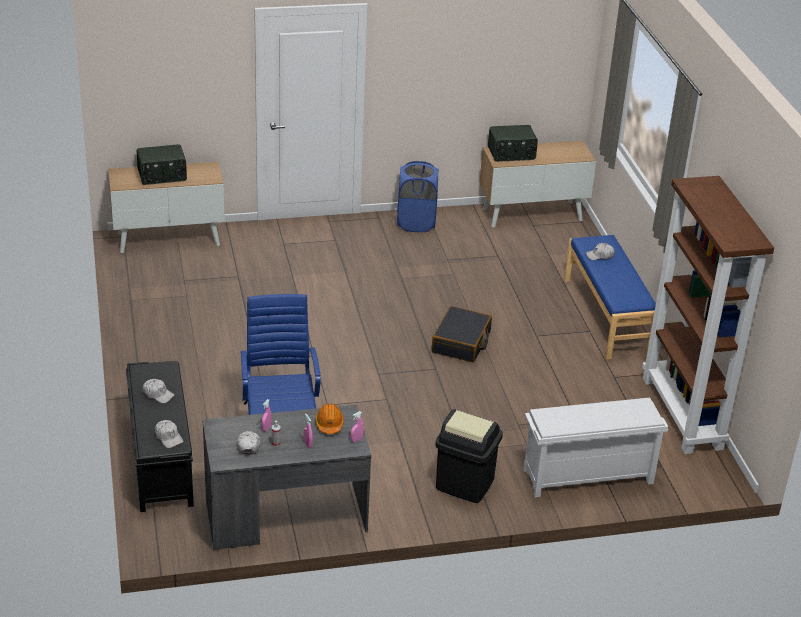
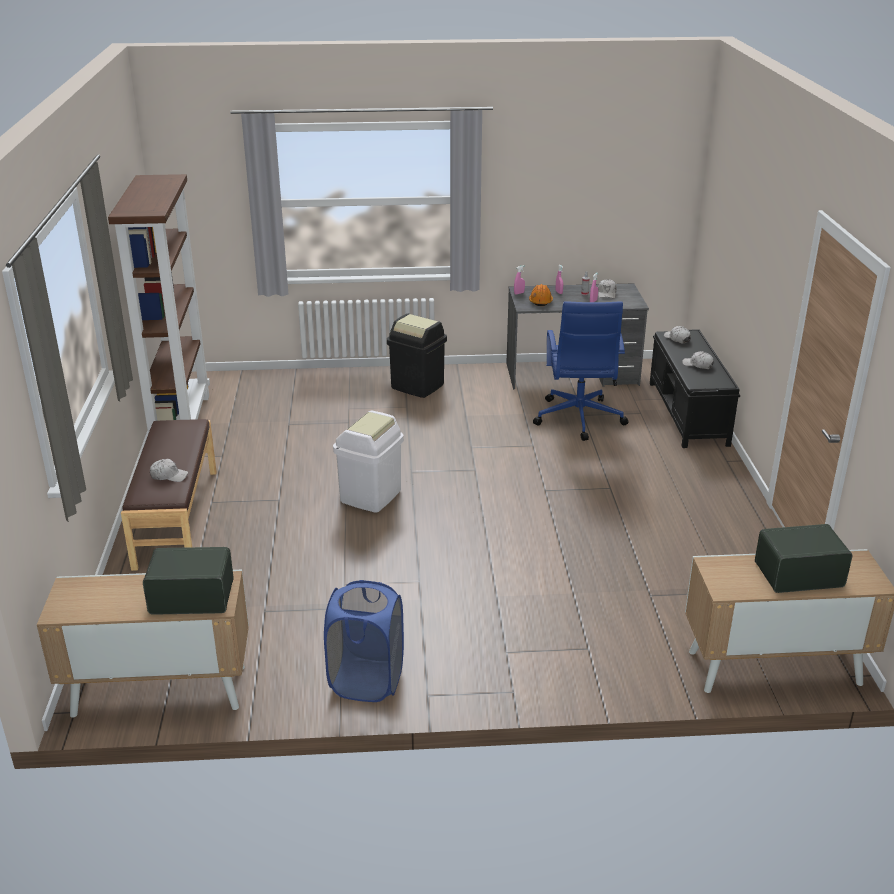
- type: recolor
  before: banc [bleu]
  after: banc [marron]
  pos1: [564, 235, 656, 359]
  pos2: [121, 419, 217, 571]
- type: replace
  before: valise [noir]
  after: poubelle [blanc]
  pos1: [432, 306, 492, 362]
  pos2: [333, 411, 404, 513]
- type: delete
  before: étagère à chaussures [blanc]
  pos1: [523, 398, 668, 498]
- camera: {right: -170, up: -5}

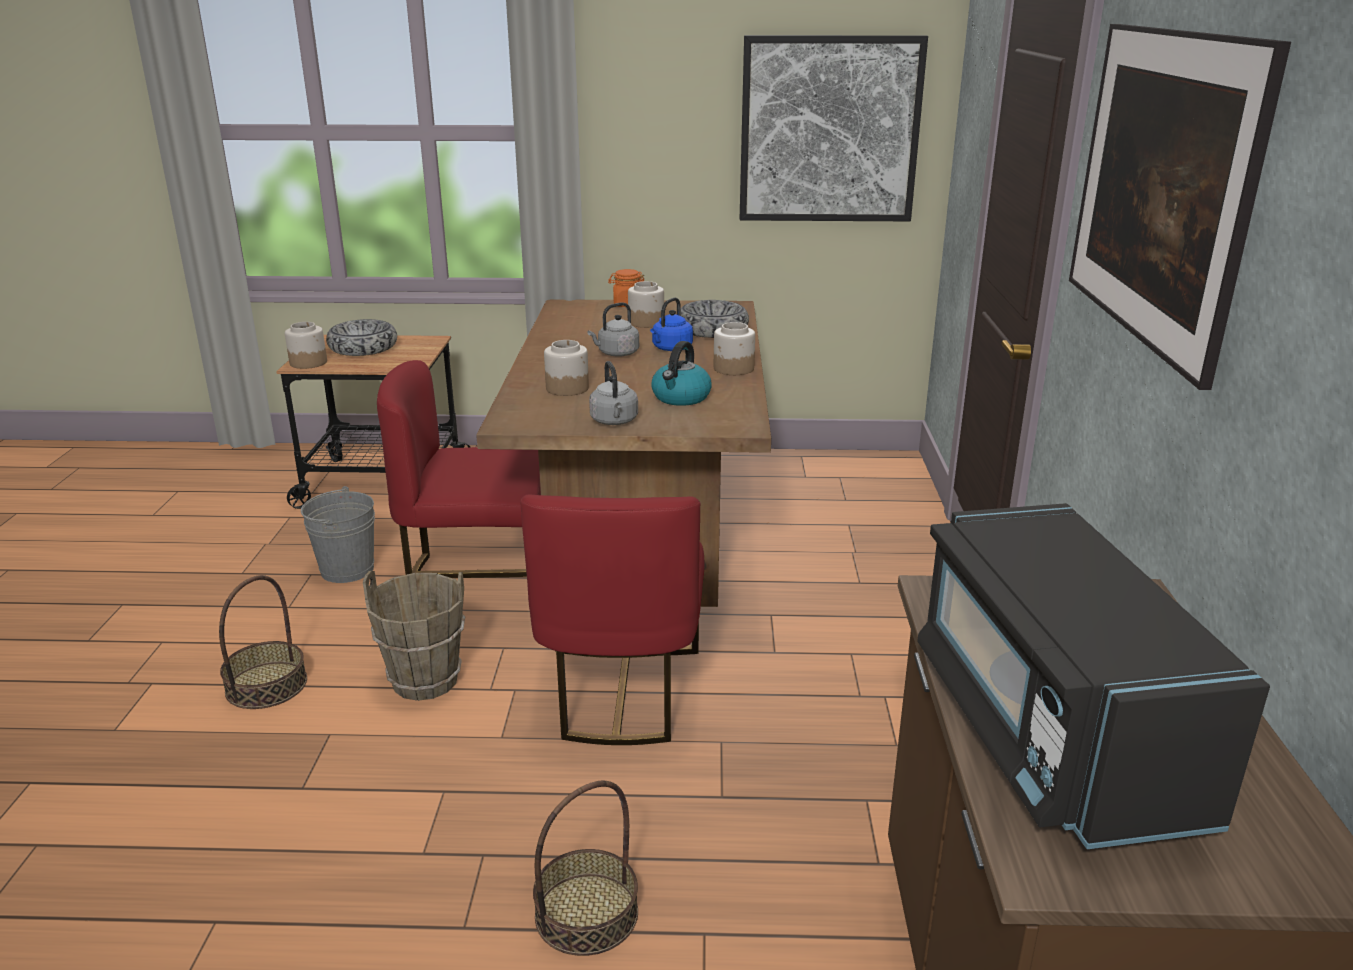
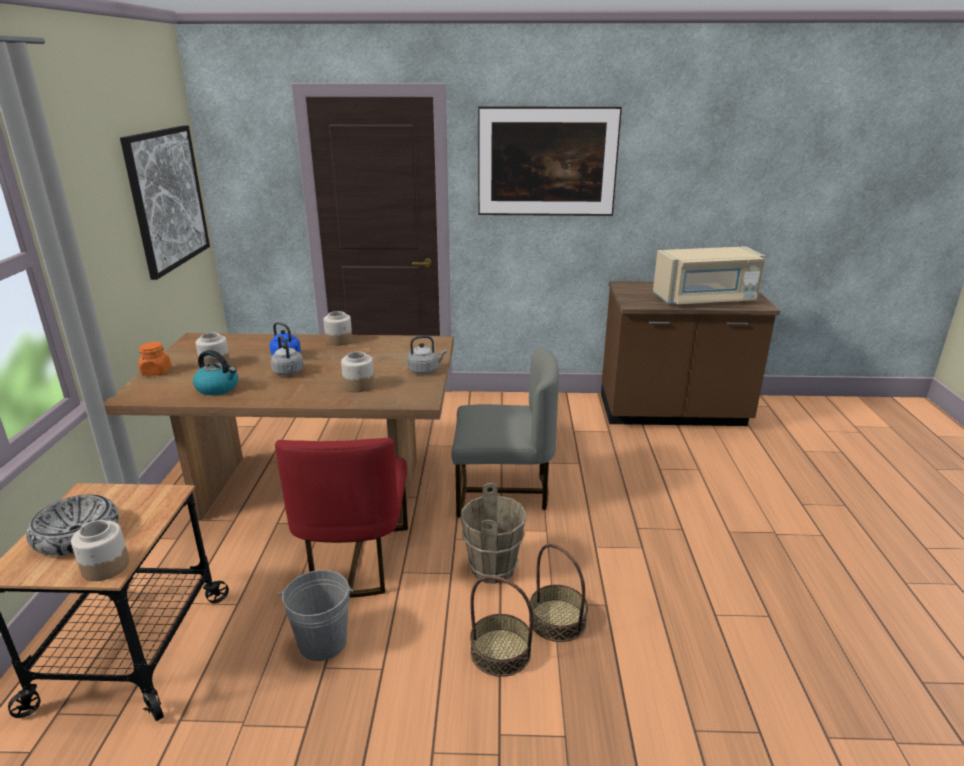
- type: delete
  before: bol
  pos1: [680, 300, 749, 338]
- type: move
  before: bouilloire
  pos1: [651, 341, 712, 406]
  pos2: [193, 350, 238, 395]
- type: recolor
  before: chaise [rouge]
  after: chaise [gris]
  pos1: [520, 494, 705, 745]
  pos2: [451, 348, 559, 517]
- type: recolor
  before: micro-ondes [noir]
  after: micro-ondes [beige]
  pos1: [917, 503, 1270, 849]
  pos2: [653, 246, 765, 305]
- type: move
  before: panier
  pos1: [533, 781, 638, 956]
  pos2: [529, 544, 588, 642]
- camera: {right: -90, up: 0}

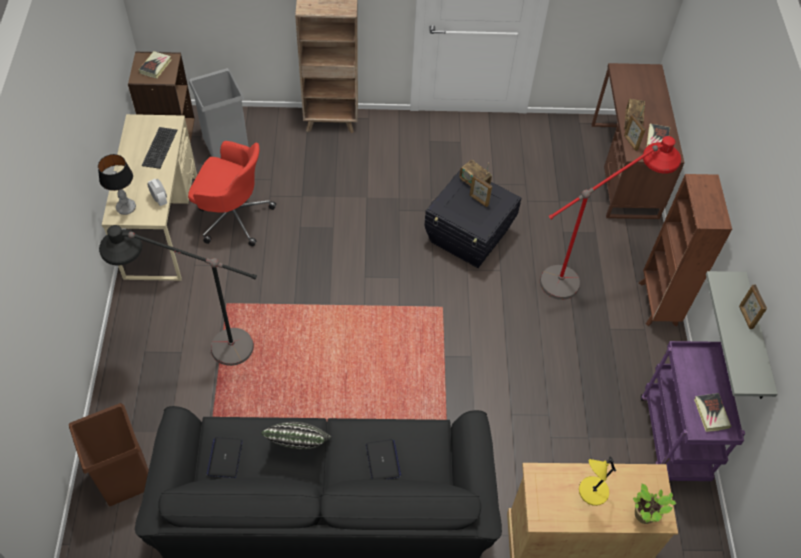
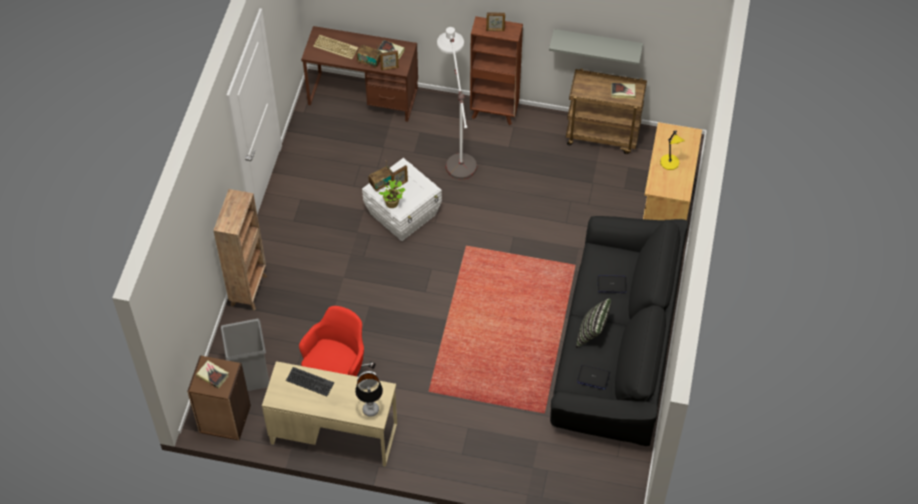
- type: recolor
  before: lampadaire [rouge]
  after: lampadaire [blanc]
  pos1: [540, 136, 681, 300]
  pos2: [437, 27, 477, 179]
- type: recolor
  before: boîte de rangement [noir]
  after: boîte de rangement [blanc]
  pos1: [424, 171, 521, 268]
  pos2: [362, 158, 442, 241]
- type: delete
  before: lampadaire [noir]
  pos1: [99, 225, 257, 366]
- type: move
  before: cadre photo
  pos1: [739, 284, 767, 329]
  pos2: [486, 12, 505, 31]
- type: recolor
  before: chariot [violet]
  after: chariot [marron]
  pos1: [641, 341, 745, 481]
  pos2: [566, 69, 647, 154]
- type: delete
  before: poubelle [marron]
  pos1: [69, 403, 149, 506]
- type: move
  before: plante en pot
  pos1: [633, 484, 676, 524]
  pos2: [378, 180, 405, 208]
- type: insert
  after: clavier
  pos2: [313, 35, 358, 59]
- camera: {right: -75, up: 0}

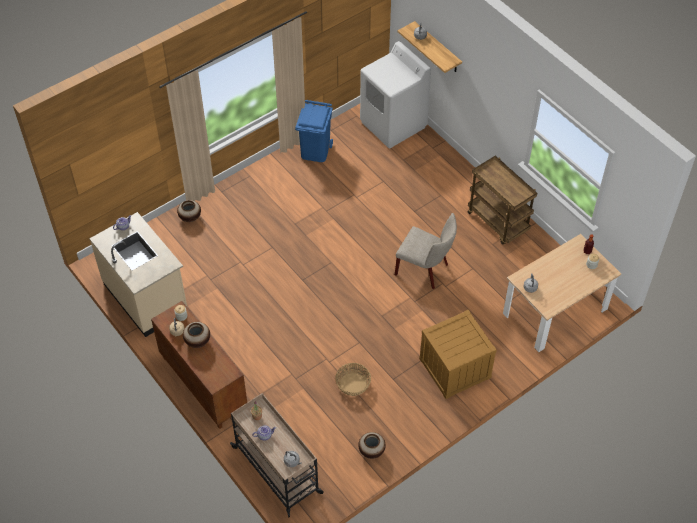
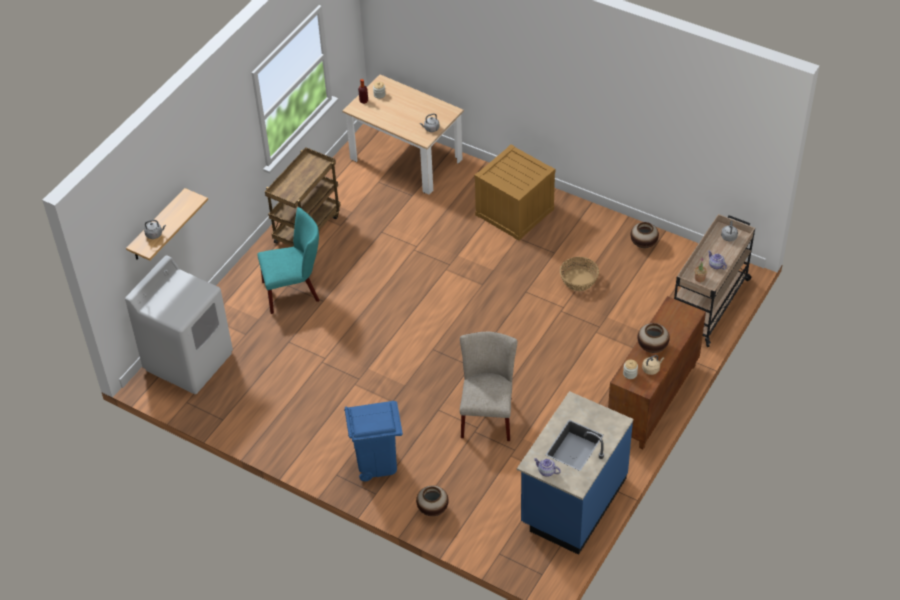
- type: move
  before: poubelle [bleu]
  pos1: [295, 100, 333, 162]
  pos2: [344, 401, 403, 481]
- type: recolor
  before: comptoir de cuisine [beige]
  after: comptoir de cuisine [bleu]
  pos1: [89, 212, 187, 337]
  pos2: [517, 391, 633, 555]
- type: move
  before: chaise [beige]
  pos1: [395, 213, 457, 289]
  pos2: [460, 332, 517, 441]
- type: insert
  after: chaise [turquoise]
  pos2: [257, 207, 319, 314]
- camera: {right: -110, up: -5}

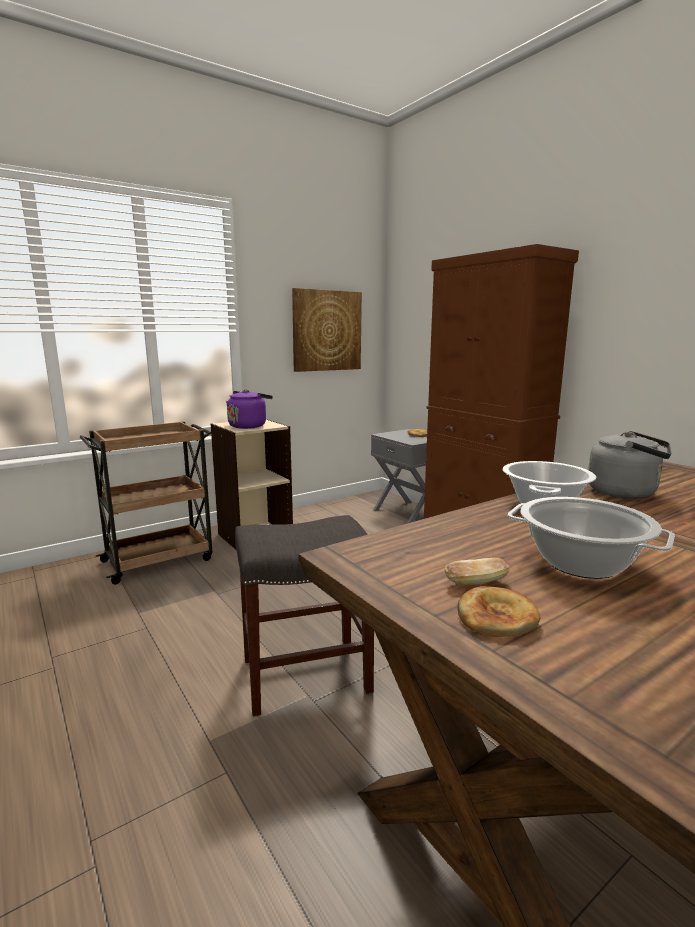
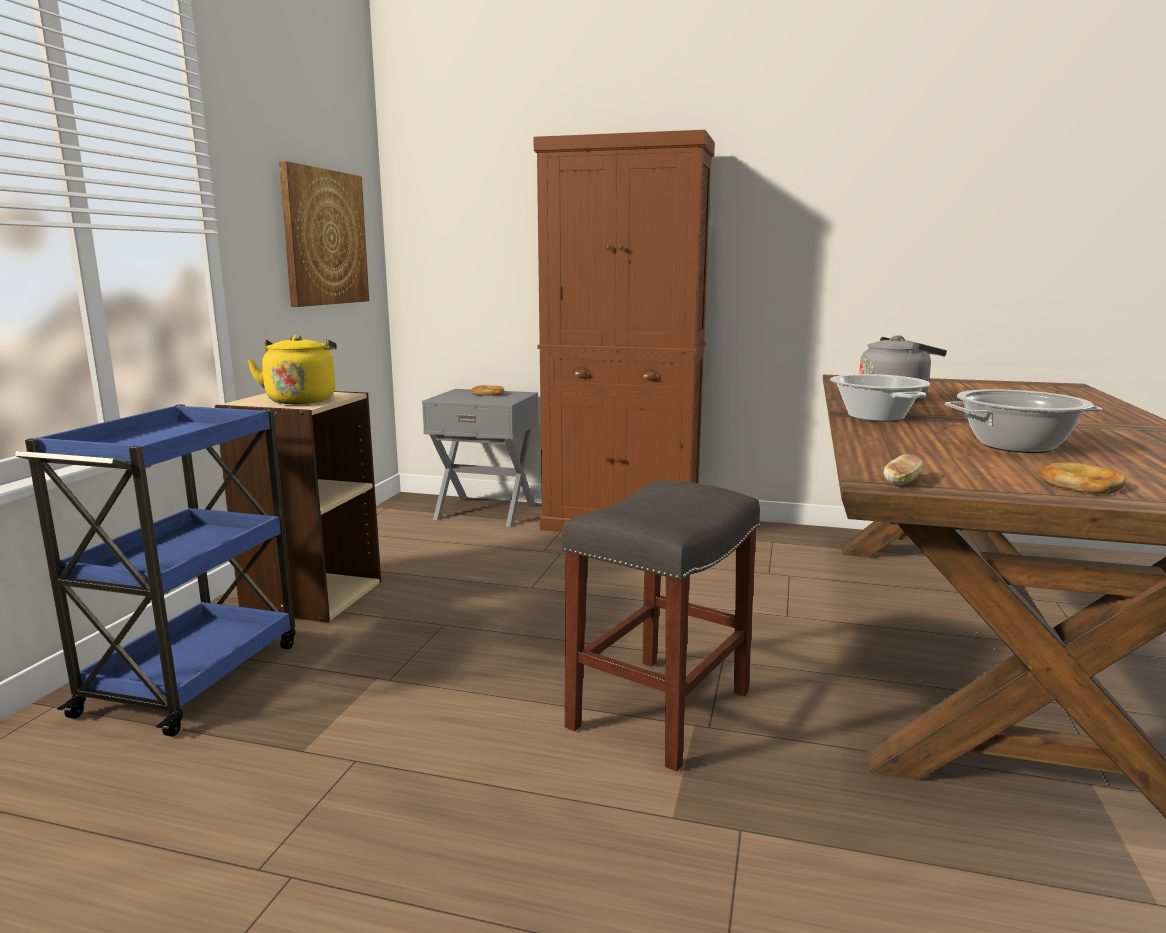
- type: recolor
  before: bouilloire [violet]
  after: bouilloire [jaune]
  pos1: [226, 389, 273, 429]
  pos2: [247, 335, 337, 404]
- type: recolor
  before: chariot [marron]
  after: chariot [bleu]
  pos1: [80, 421, 213, 584]
  pos2: [15, 404, 296, 737]
- type: move
  before: pain
  pos1: [445, 557, 509, 585]
  pos2: [884, 454, 924, 485]
- camera: {right: -40, up: 0}

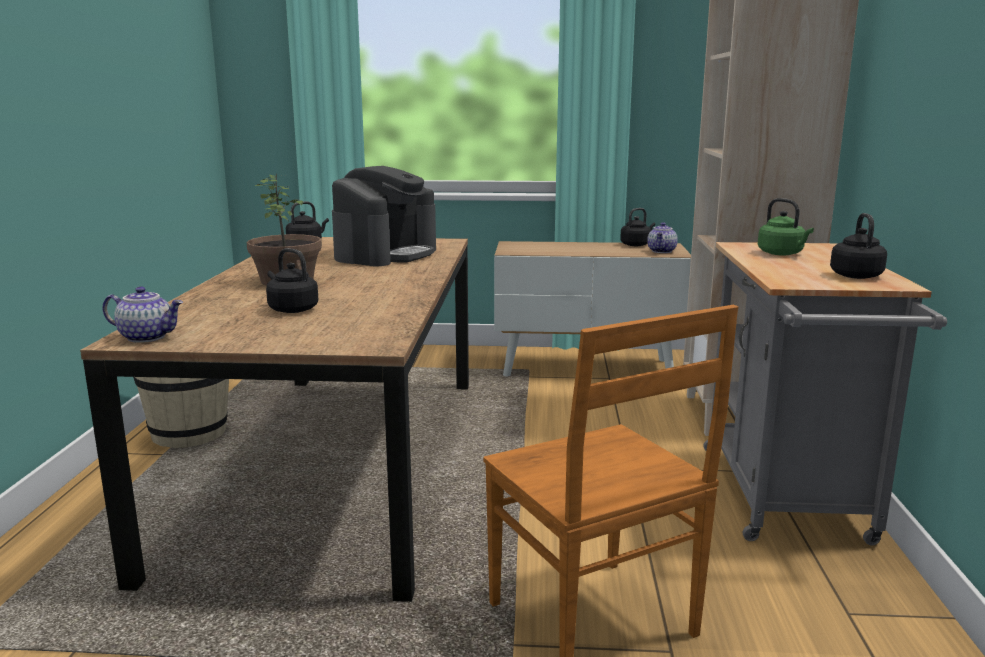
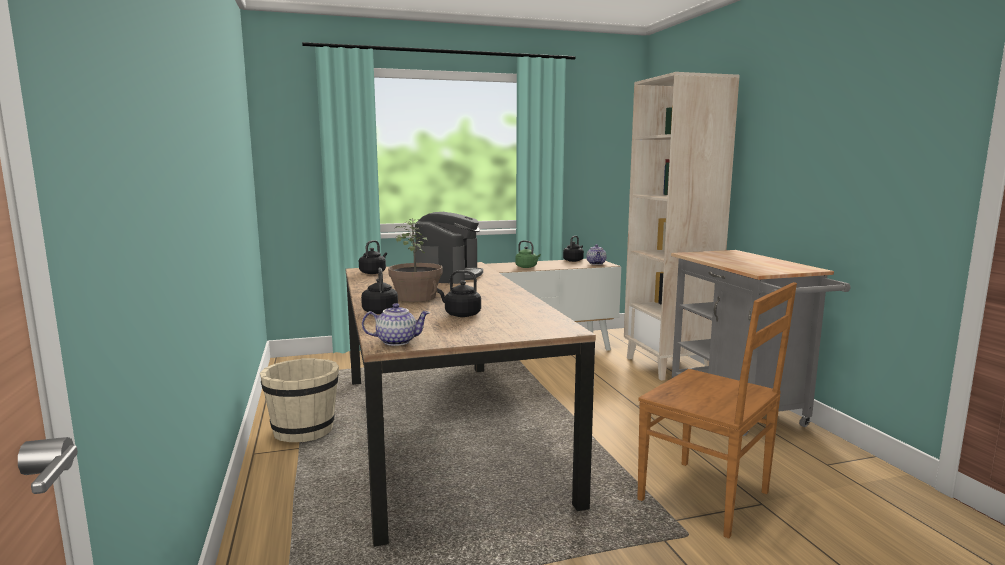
- type: move
  before: bouilloire [vert]
  pos1: [758, 198, 814, 256]
  pos2: [515, 240, 541, 268]
- type: move
  before: bouilloire [noir]
  pos1: [830, 213, 887, 279]
  pos2: [361, 268, 398, 314]
- camera: {right: -20, up: -5}

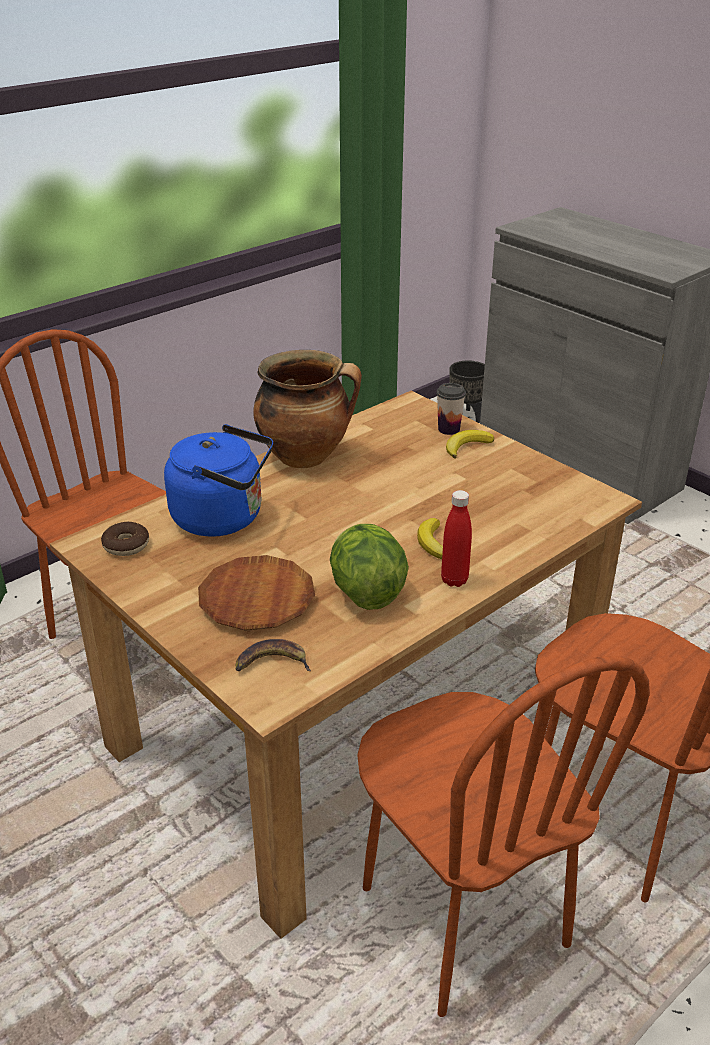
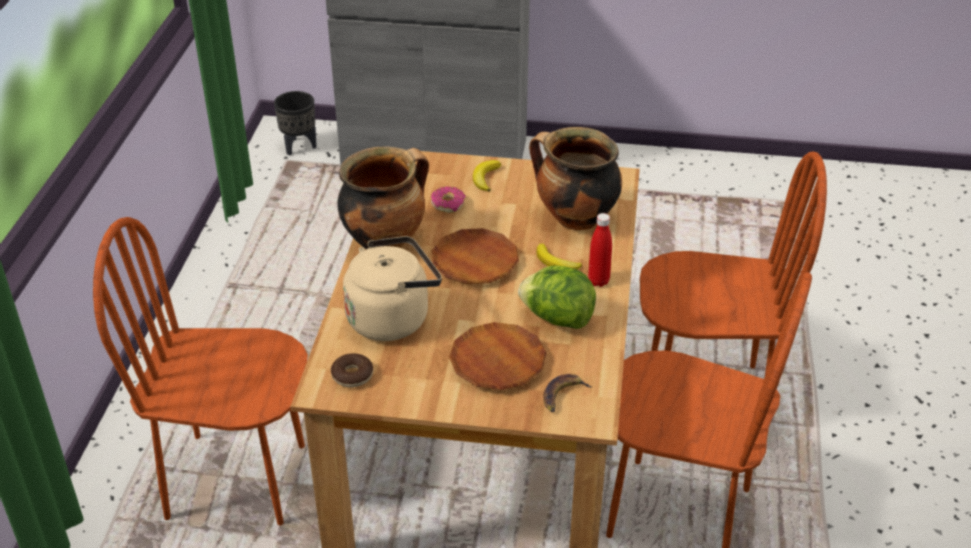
- type: delete
  before: tasse
  pos1: [437, 383, 466, 435]
- type: recolor
  before: bouilloire [bleu]
  after: bouilloire [beige]
  pos1: [164, 424, 273, 537]
  pos2: [343, 236, 442, 341]
- type: insert
  after: marmite
  pos2: [529, 127, 622, 230]
- type: insert
  after: beignet
  pos2: [431, 186, 466, 213]
- type: insert
  after: assiette [marron]
  pos2: [432, 228, 519, 284]
- camera: {right: -40, up: 5}

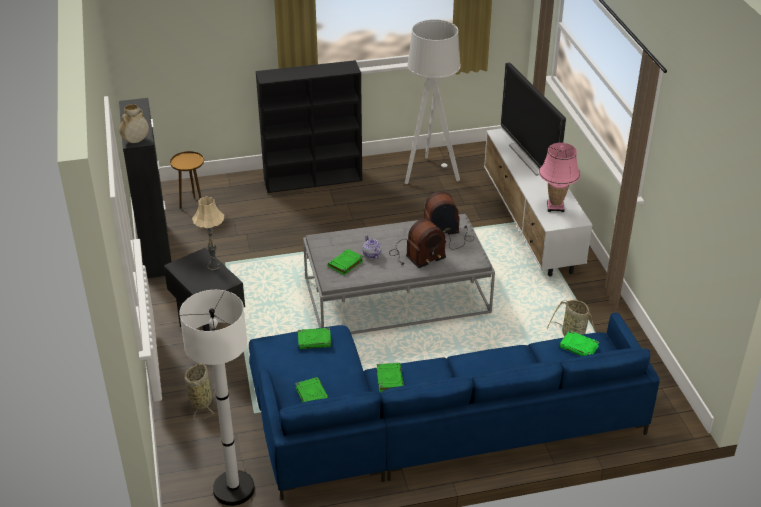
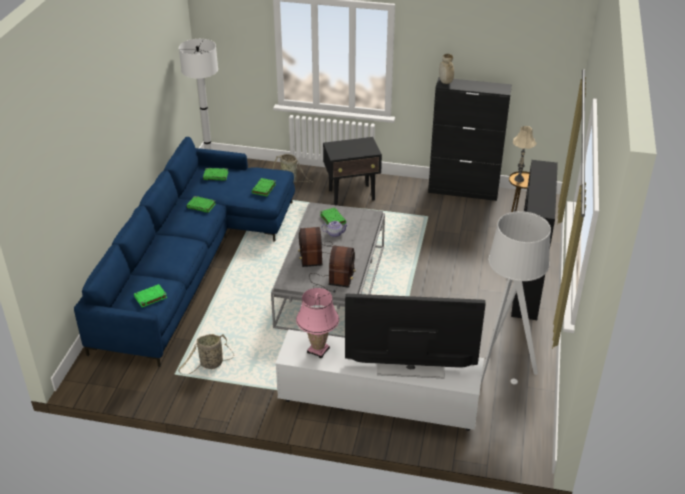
- type: move
  before: lampe de table [beige]
  pos1: [192, 197, 224, 270]
  pos2: [513, 126, 537, 182]
- camera: {right: 115, up: 0}

